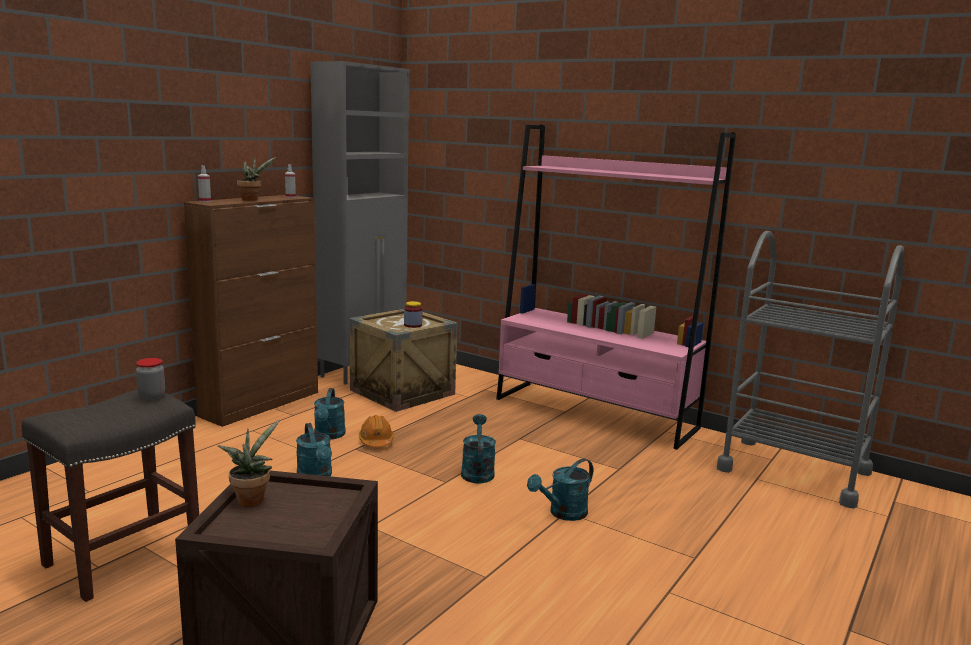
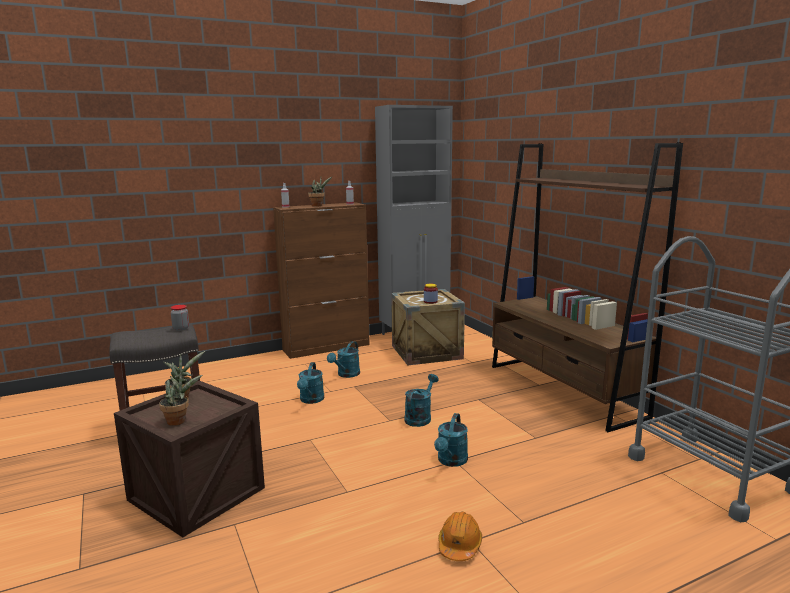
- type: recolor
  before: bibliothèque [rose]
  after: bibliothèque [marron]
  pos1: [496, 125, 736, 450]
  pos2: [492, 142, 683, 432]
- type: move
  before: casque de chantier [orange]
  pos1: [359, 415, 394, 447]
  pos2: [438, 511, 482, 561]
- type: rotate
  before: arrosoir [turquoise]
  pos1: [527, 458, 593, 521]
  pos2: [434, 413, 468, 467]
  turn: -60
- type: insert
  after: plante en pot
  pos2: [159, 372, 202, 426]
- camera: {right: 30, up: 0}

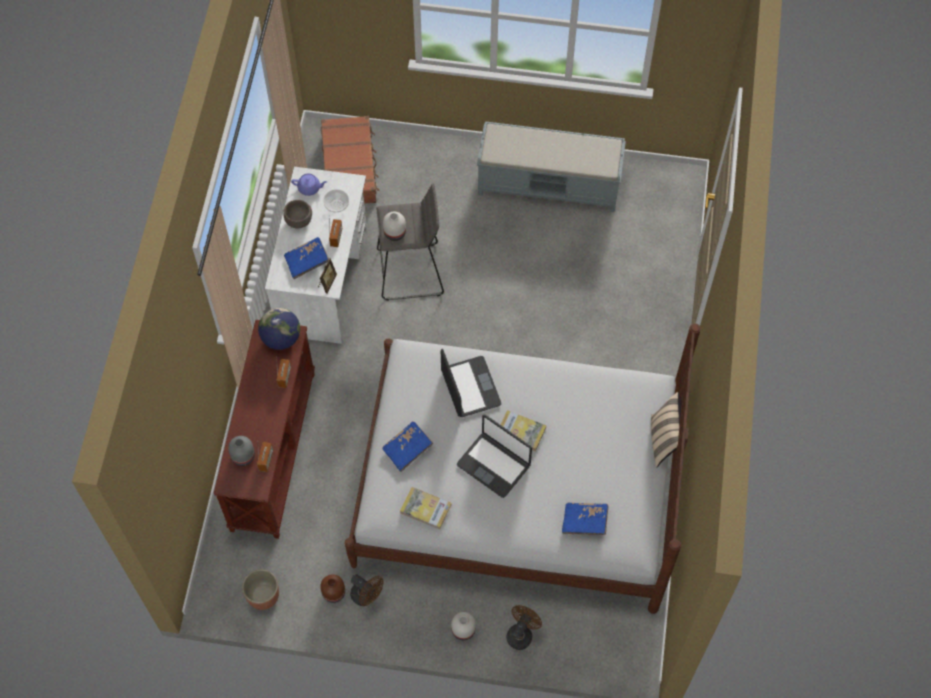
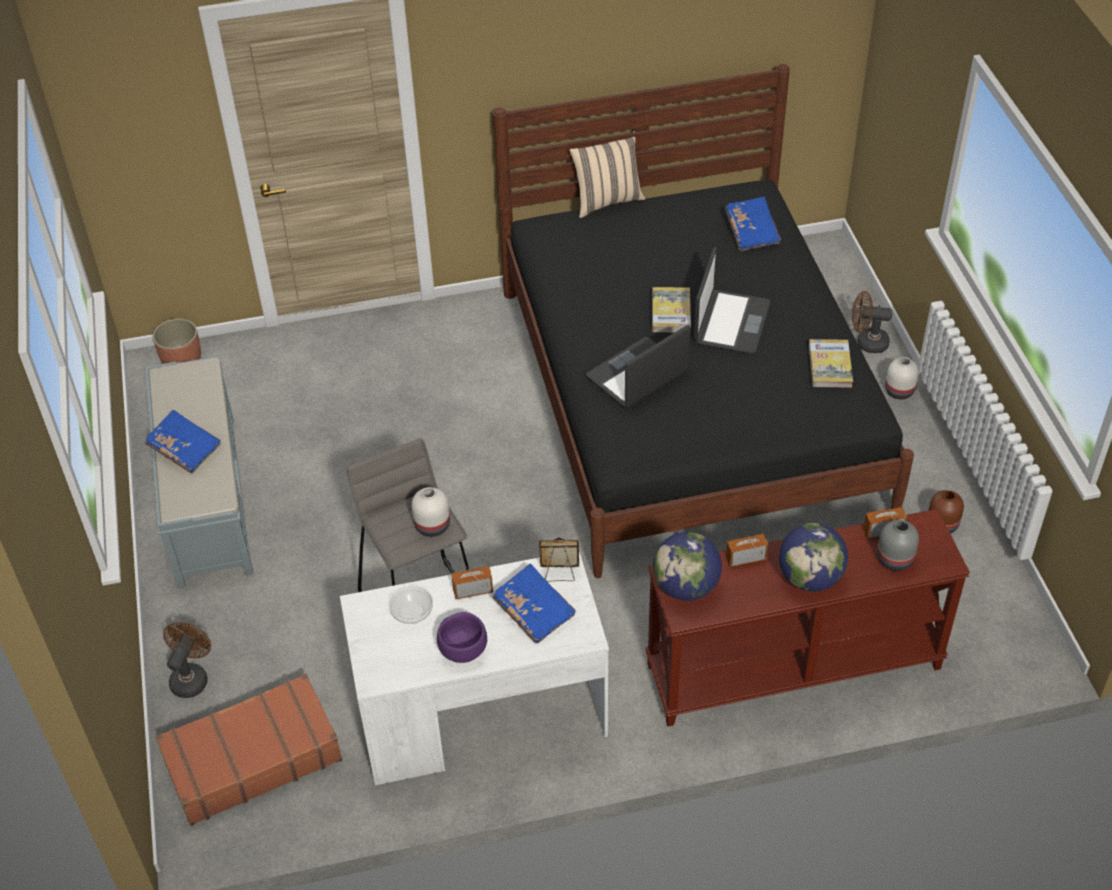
- type: delete
  before: théière [violet]
  pos1: [291, 173, 327, 196]
- type: recolor
  before: bol [marron]
  after: bol [violet]
  pos1: [283, 200, 312, 228]
  pos2: [437, 612, 487, 663]
- type: recolor
  before: lit [blanc]
  after: lit [noir]
  pos1: [345, 324, 701, 614]
  pos2: [493, 64, 914, 578]
- type: move
  before: livre [bleu]
  pos1: [382, 421, 433, 472]
  pos2: [145, 410, 221, 473]
- type: move
  before: cache-pot
  pos1: [242, 570, 279, 610]
  pos2: [152, 318, 201, 364]
- type: move
  before: ventilateur [marron]
  pos1: [350, 574, 383, 606]
  pos2: [163, 622, 211, 698]
- type: insert
  after: globe
  pos2: [779, 523, 848, 591]
- camera: {right: -110, up: -15}

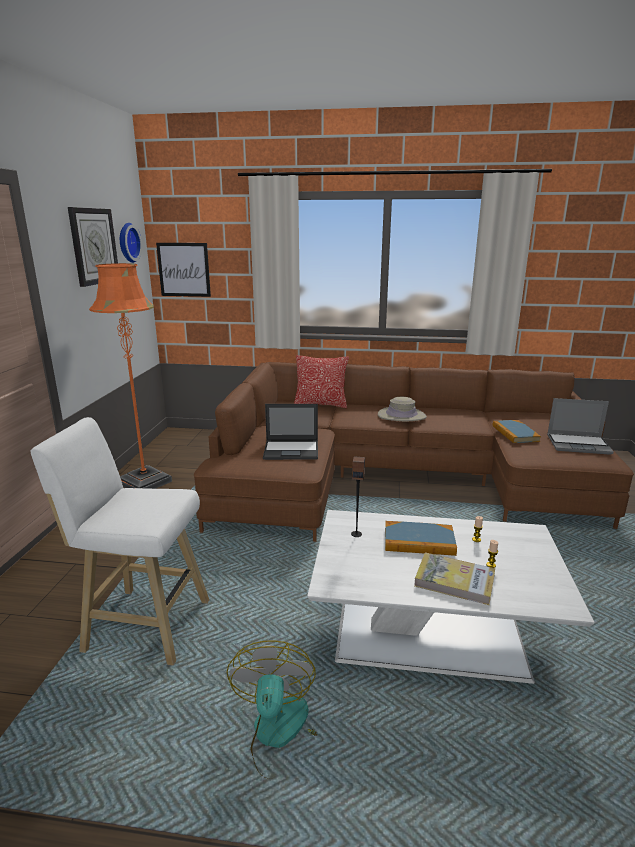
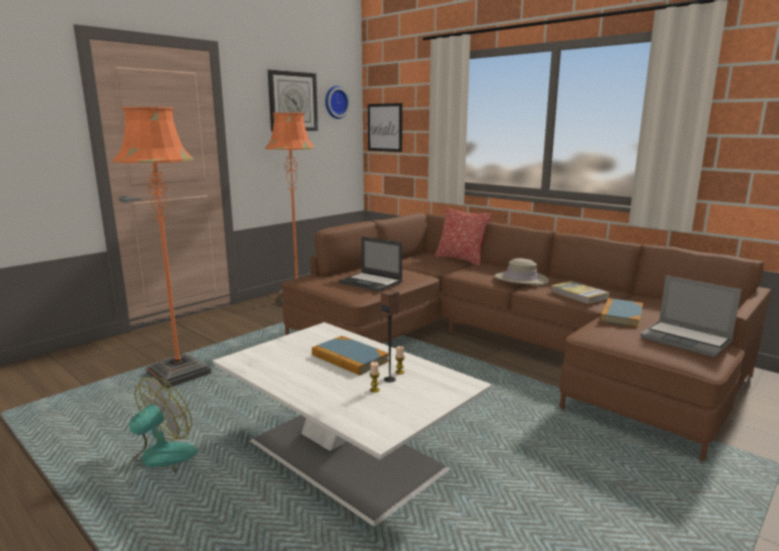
- type: replace
  before: tabouret [blanc]
  after: lampadaire [orange]
  pos1: [31, 417, 209, 665]
  pos2: [113, 107, 212, 389]
- type: move
  before: enceinte
  pos1: [351, 456, 365, 537]
  pos2: [381, 290, 399, 382]
- type: move
  before: livre
  pos1: [414, 553, 495, 605]
  pos2: [551, 281, 610, 304]
- camera: {right: 35, up: -5}

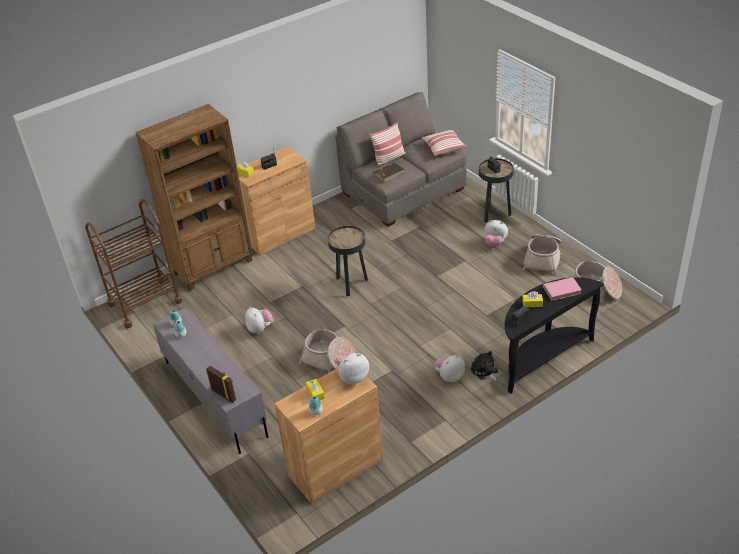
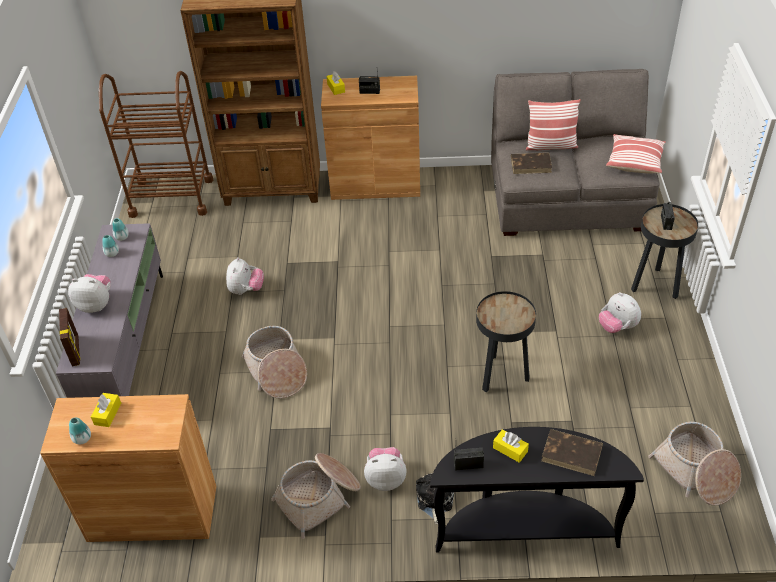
- type: move
  before: table d'appoint [noir]
  pos1: [328, 226, 368, 296]
  pos2: [476, 291, 536, 392]
- type: move
  before: panier
  pos1: [523, 235, 562, 275]
  pos2: [271, 453, 361, 539]
- type: recolor
  before: livre [rose]
  after: livre [marron]
  pos1: [543, 277, 582, 301]
  pos2: [541, 429, 603, 476]
- type: move
  before: peluche
  pos1: [335, 351, 369, 384]
  pos2: [68, 274, 111, 313]
- camera: {right: 35, up: 5}

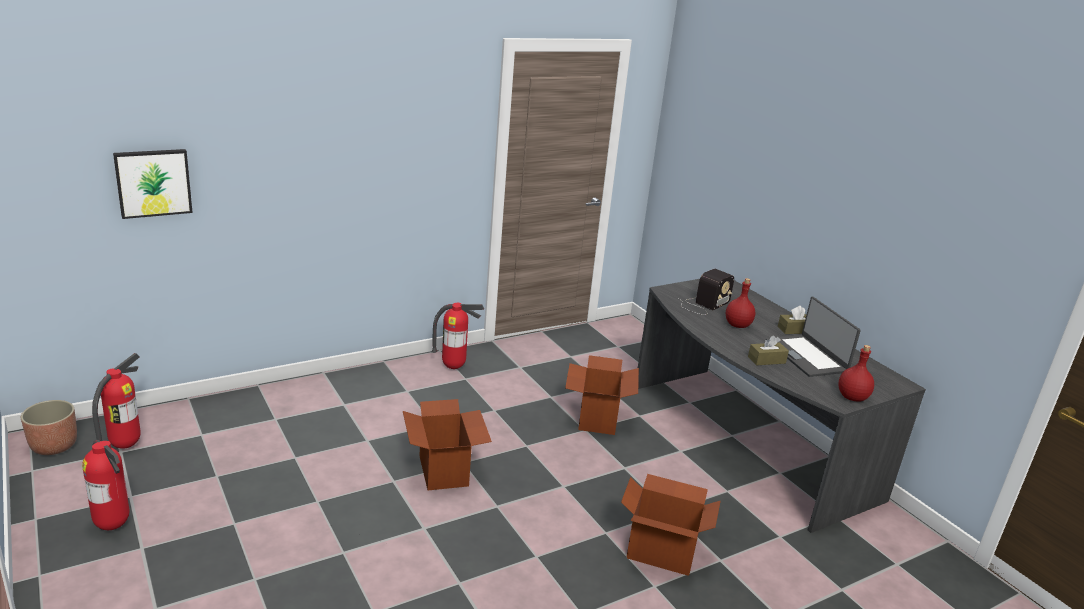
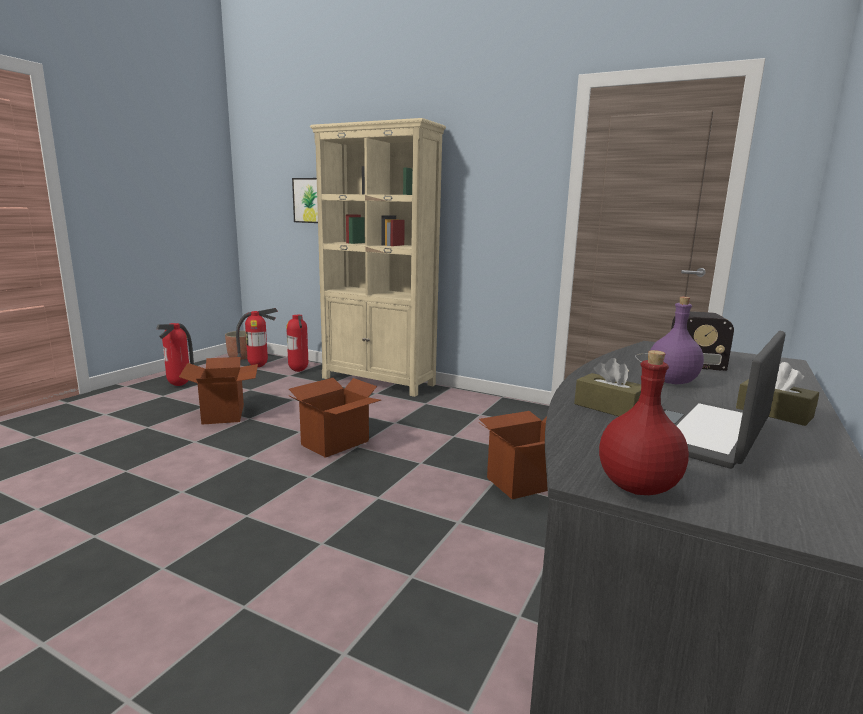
- type: recolor
  before: bouteille [rouge]
  after: bouteille [violet]
  pos1: [726, 278, 755, 328]
  pos2: [651, 297, 704, 384]
- type: move
  before: extincteur
  pos1: [432, 303, 484, 369]
  pos2: [286, 315, 308, 372]
- type: move
  before: carton
  pos1: [621, 474, 720, 576]
  pos2: [179, 357, 258, 425]
- type: insert
  after: bibliothèque [beige]
  pos2: [310, 118, 446, 397]
- camera: {right: 60, up: -10}

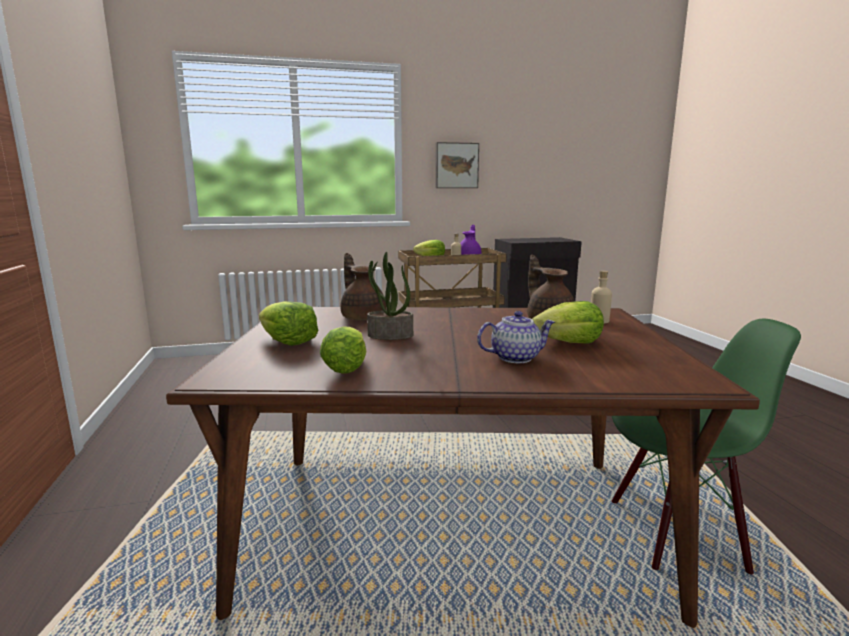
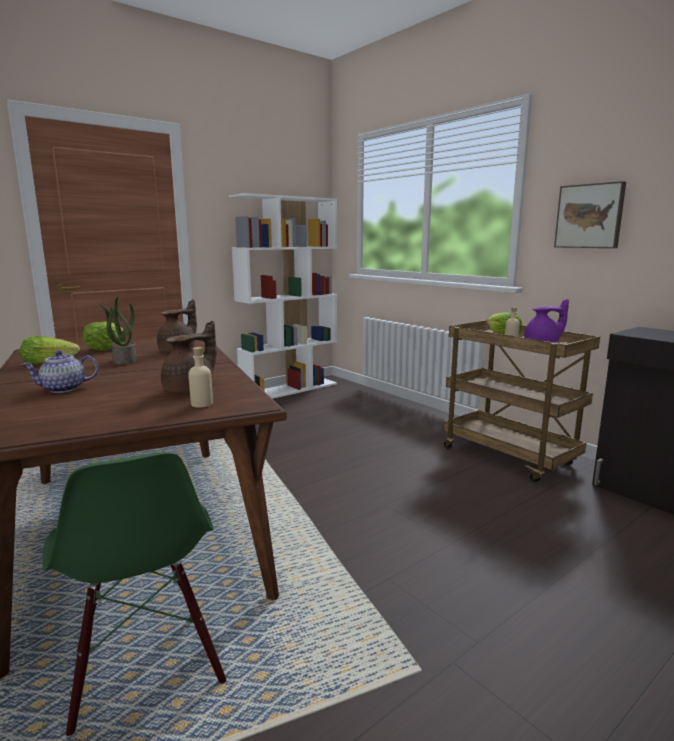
- type: delete
  before: laitue
  pos1: [532, 301, 604, 343]
- type: rotate
  before: théière
  pos1: [477, 311, 555, 363]
  pos2: [22, 351, 98, 393]
  turn: 105
- type: insert
  after: bibliothèque [blanc]
  pos2: [229, 193, 337, 399]
- camera: {right: 65, up: 0}

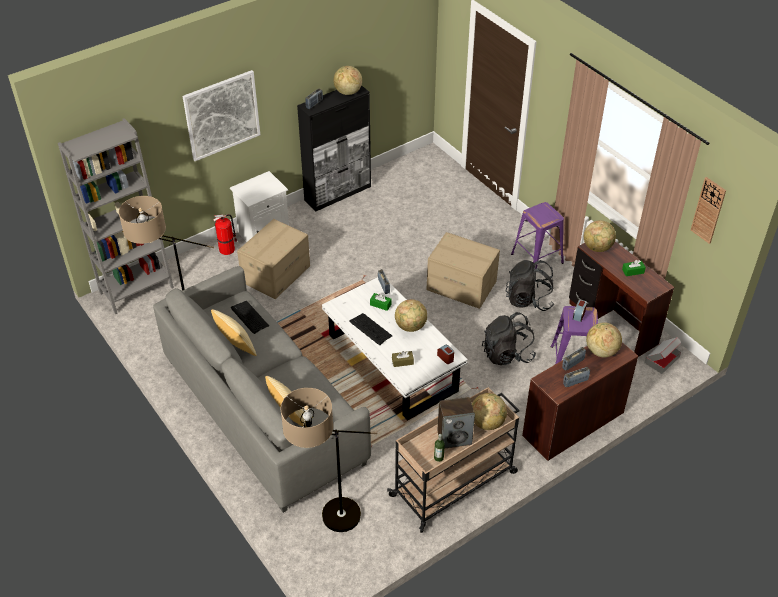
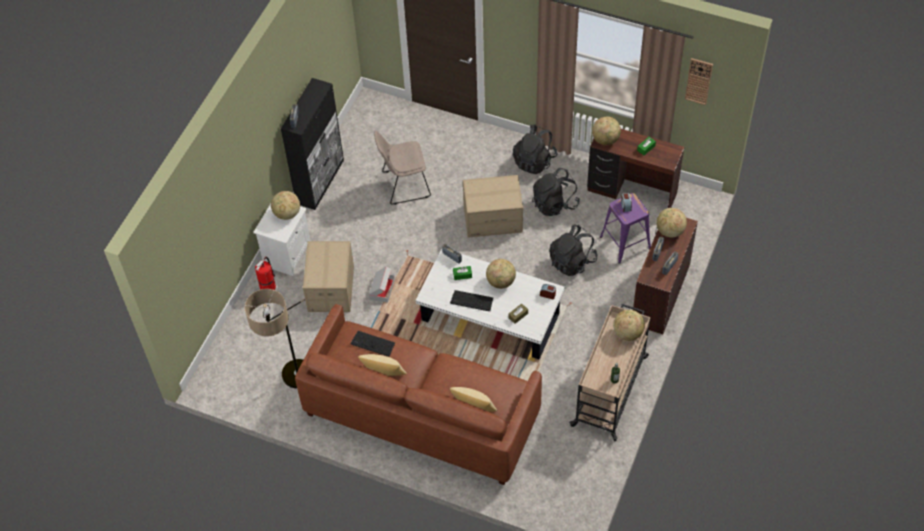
- type: move
  before: globe
  pos1: [333, 66, 362, 95]
  pos2: [271, 191, 300, 220]
- type: delete
  before: tableau
  pos1: [183, 70, 260, 161]
- type: delete
  before: bibliothèque [gris]
  pos1: [58, 118, 174, 314]
- type: replace
  before: tabouret [violet]
  after: sac à dos [noir]
  pos1: [511, 202, 564, 269]
  pos2: [513, 124, 557, 174]
- type: recolor
  before: canapé [gris]
  after: canapé [marron]
  pos1: [153, 266, 371, 513]
  pos2: [295, 304, 542, 485]
- type: move
  before: carton
  pos1: [645, 337, 681, 374]
  pos2: [369, 266, 395, 302]
- type: delete
  before: lampadaire
  pos1: [280, 388, 378, 532]
- type: delete
  before: enceinte
  pos1: [438, 397, 475, 449]
- type: insert
  after: chaise [beige]
  pos2: [374, 130, 431, 205]
- camera: {right: -30, up: 10}

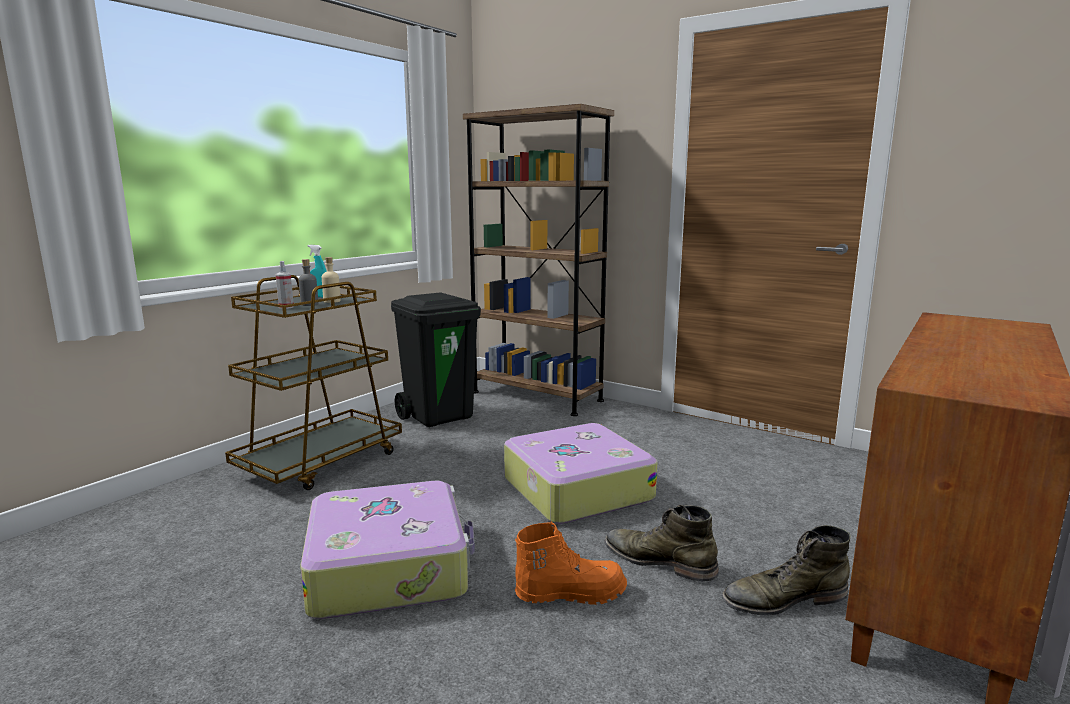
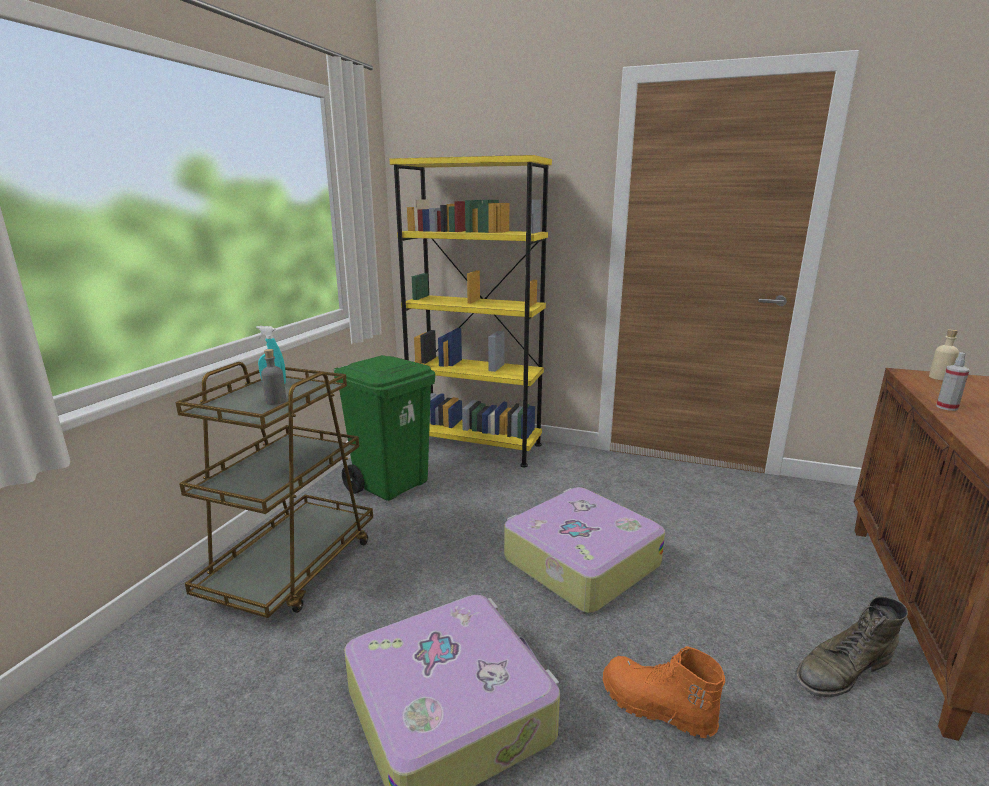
- type: recolor
  before: bibliothèque [marron]
  after: bibliothèque [jaune]
  pos1: [463, 104, 614, 416]
  pos2: [389, 155, 552, 467]
- type: move
  before: bouteille [beige]
  pos1: [322, 257, 341, 303]
  pos2: [929, 329, 959, 380]
- type: move
  before: vaporisateur
  pos1: [276, 261, 294, 309]
  pos2: [936, 352, 970, 411]
- type: recolor
  before: poubelle [noir]
  after: poubelle [vert]
  pos1: [391, 292, 481, 427]
  pos2: [334, 355, 435, 501]
- type: delete
  before: botte [vert]
  pos1: [605, 505, 719, 582]
- type: rotate
  before: botte [orange]
  pos1: [515, 522, 627, 605]
  pos2: [603, 646, 725, 738]
  turn: -120
- camera: {right: -15, up: 5}

